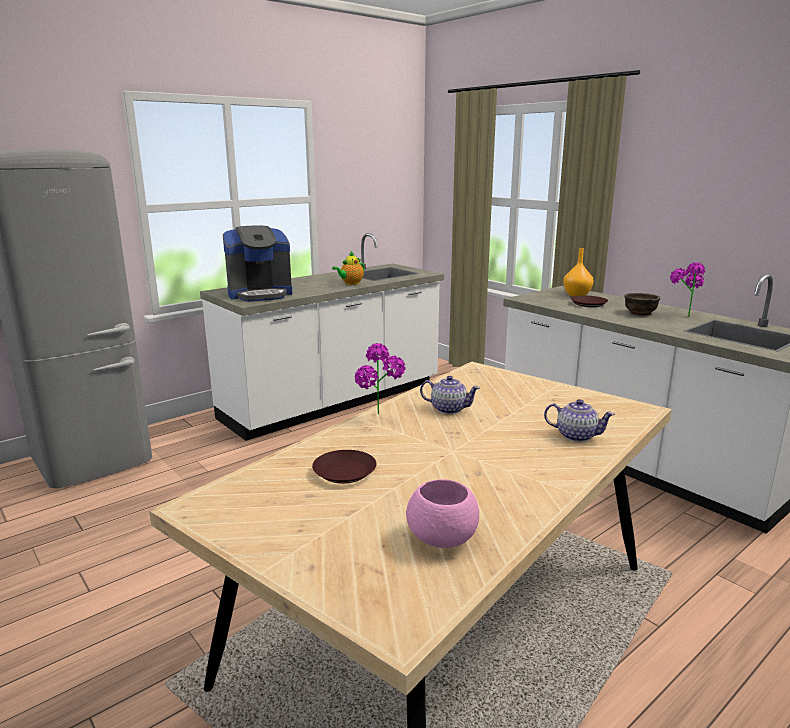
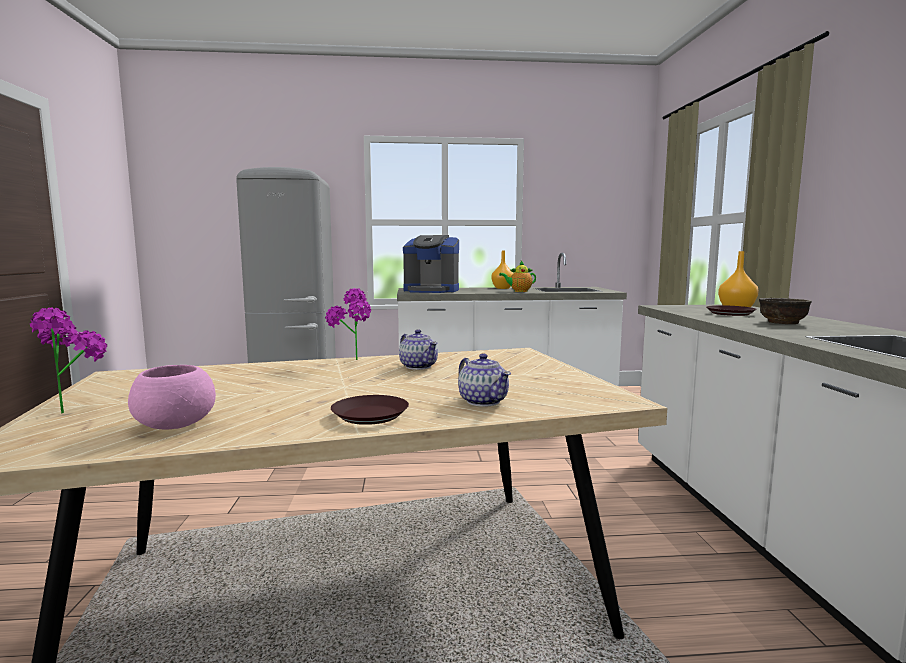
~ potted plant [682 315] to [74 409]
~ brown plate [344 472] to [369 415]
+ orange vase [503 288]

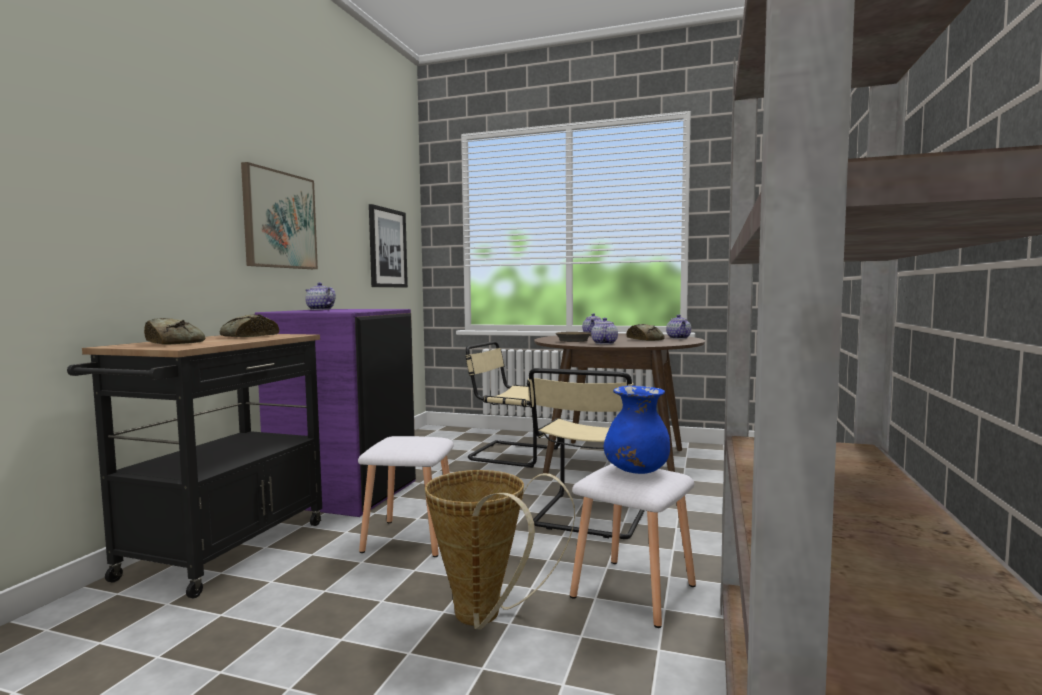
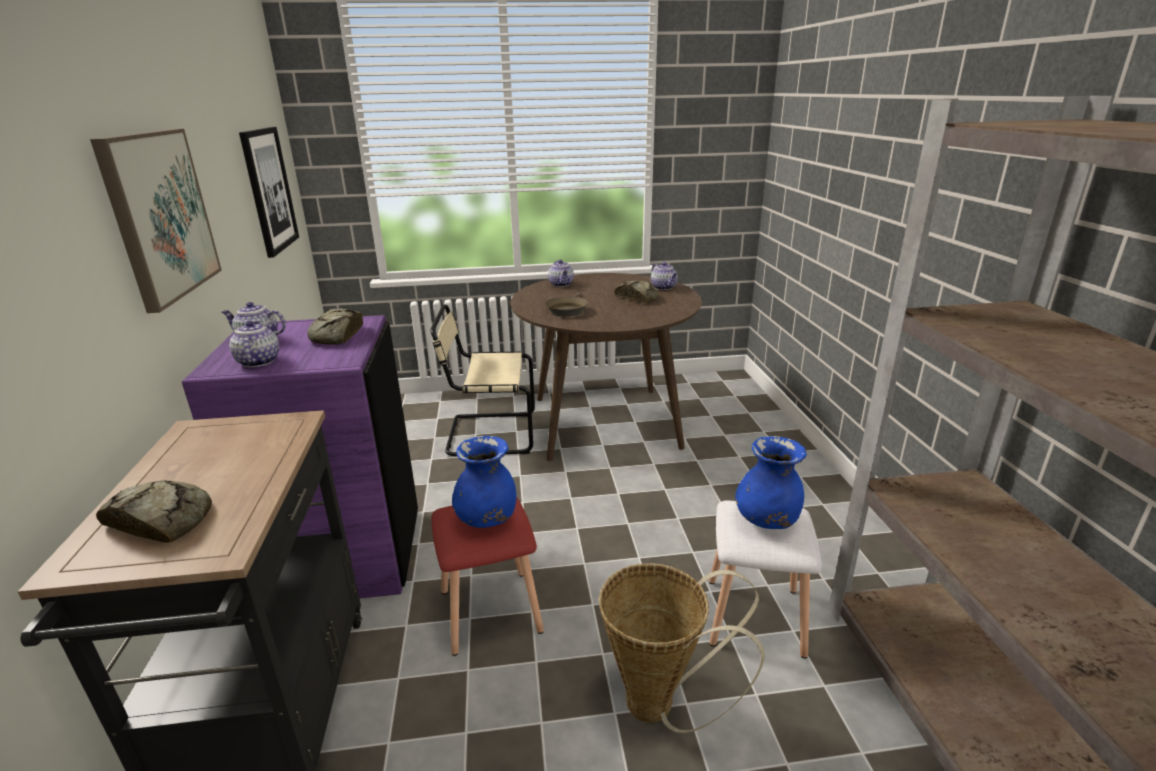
~ bread [247 336] to [337 336]
~ teapot [604 343] to [258 361]
- beige chair [590 517]
~ white stool [411 538] to red stool [492 612]
+ blue vase [487 519]

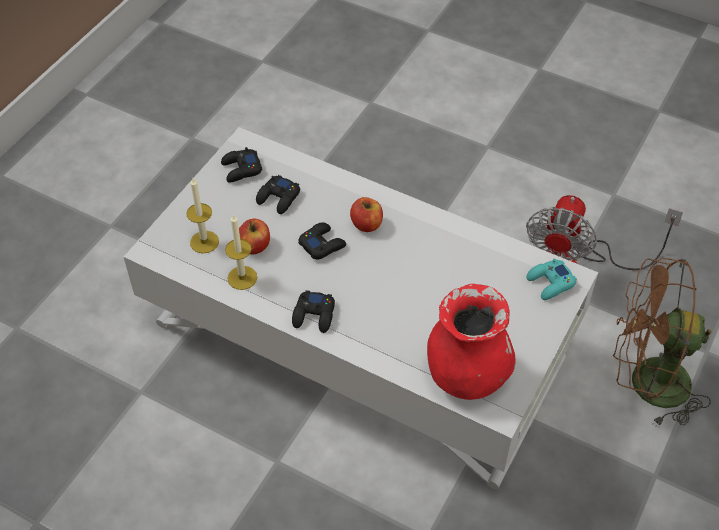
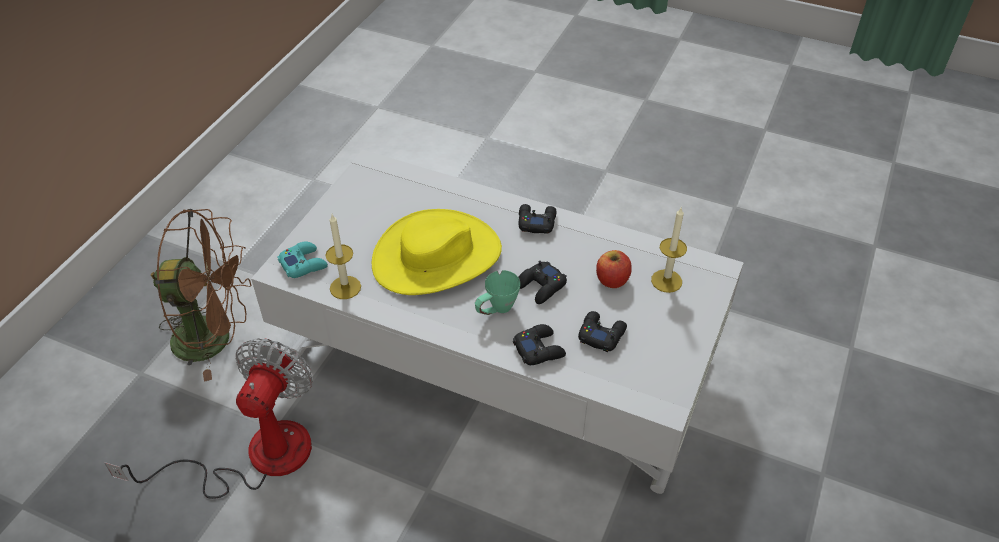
~ black game controller [241 169] to [539 349]
~ apple [366 224] to green mug [496 311]
~ candle [242 278] to [345 287]
- red vase [466 374]
+ yellow hat [437 257]

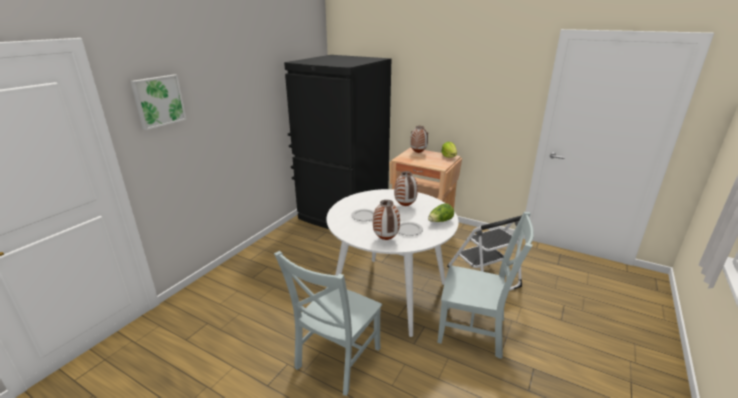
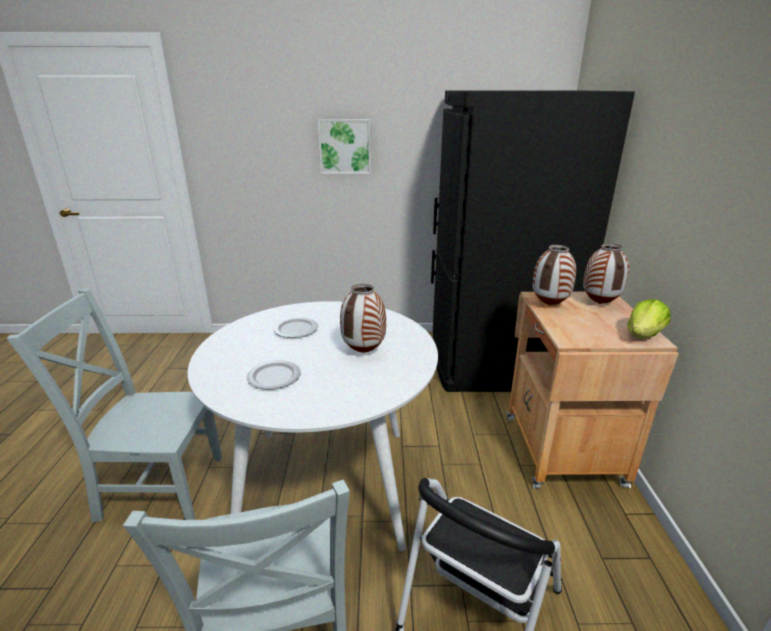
~ picture [158 101] to [345 146]
~ vase [385 239] to [549 305]
- lettuce [440 221]

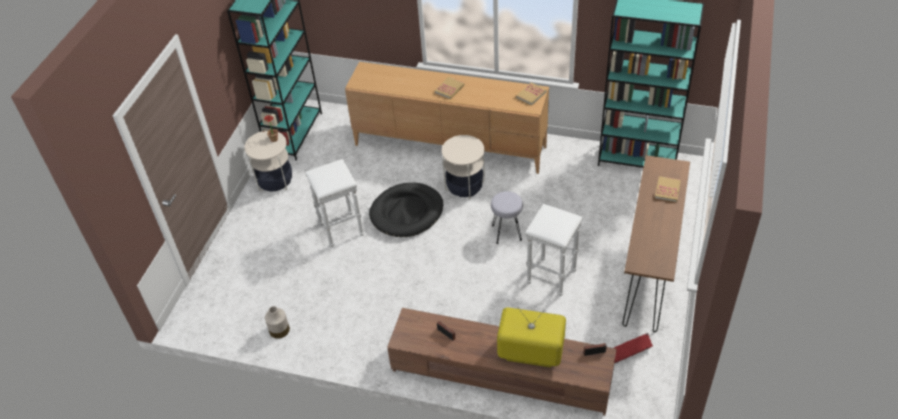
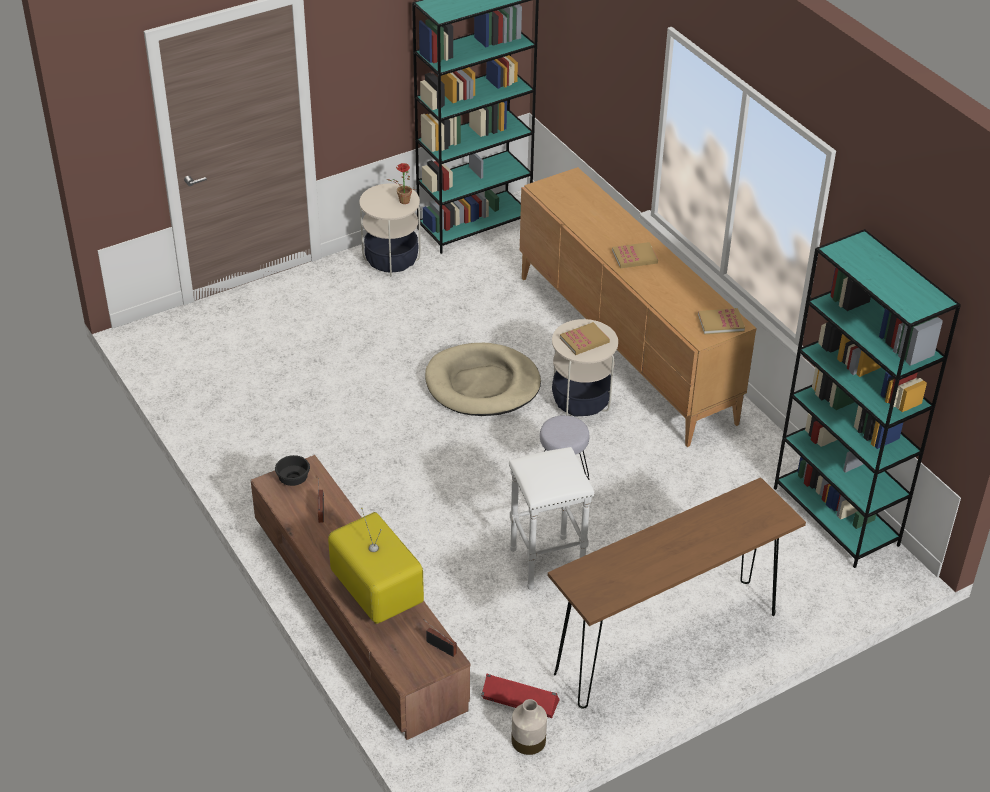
- white stool [340 229]
~ book [667 190] to [584 340]
~ black dog bed [407 212] to beige dog bed [482 384]
~ beige vase [279 330] to [528 740]
+ black bowl [293 478]

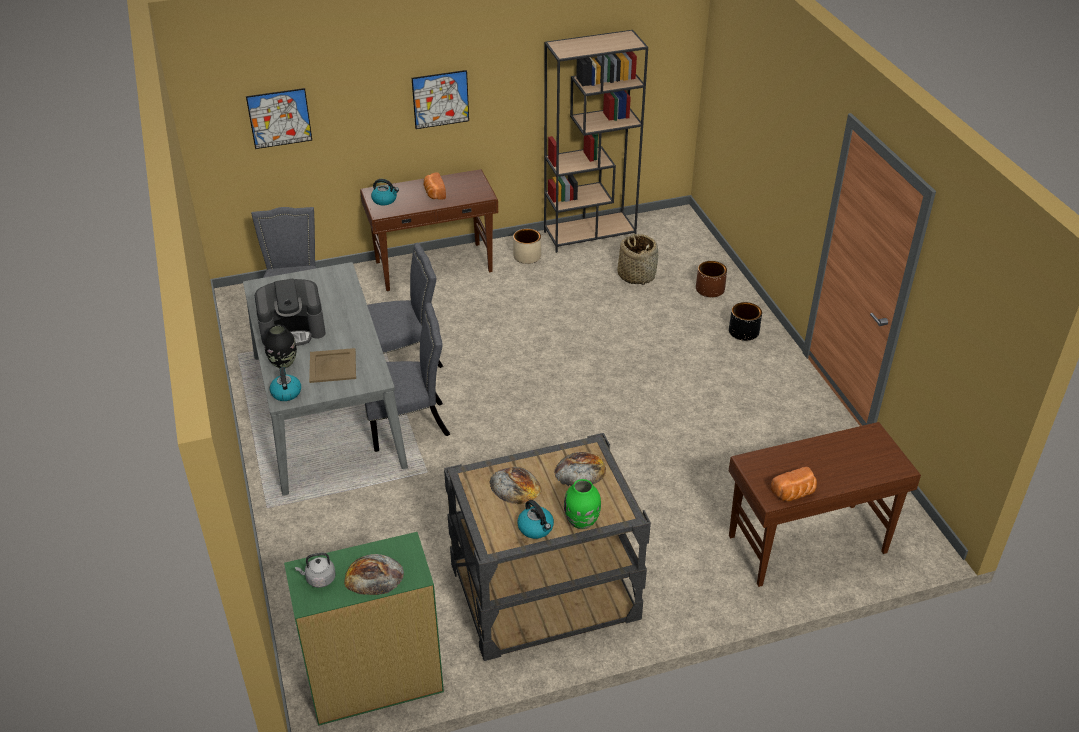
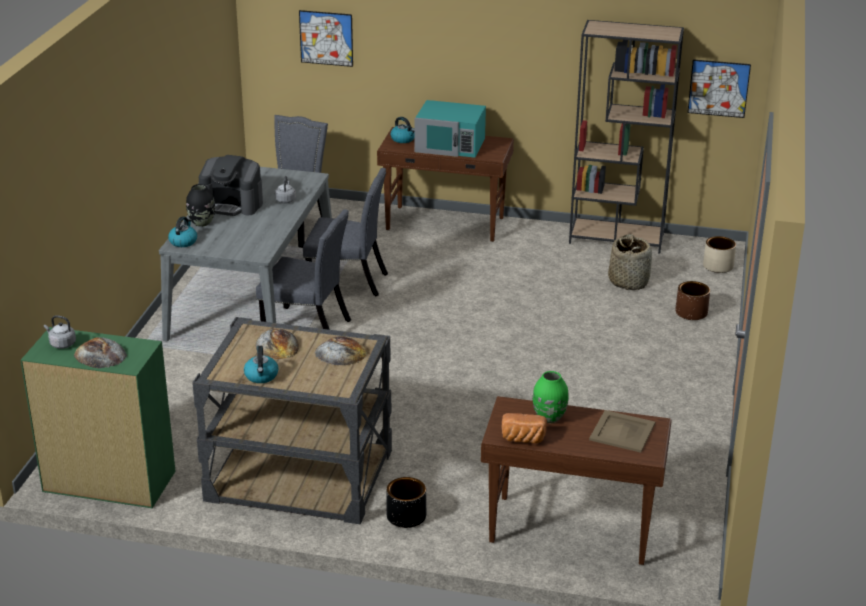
~ picture [440 99] to [718 88]
~ bread [434 193] to turquoise microwave [450 145]
~ beige planter [527 256] to [717 266]
~ black planter [743 332] to [406 516]
~ beige tray [332 366] to [621 432]
~ green vase [582 522] to [549 417]
+ grey kettle [285 200]

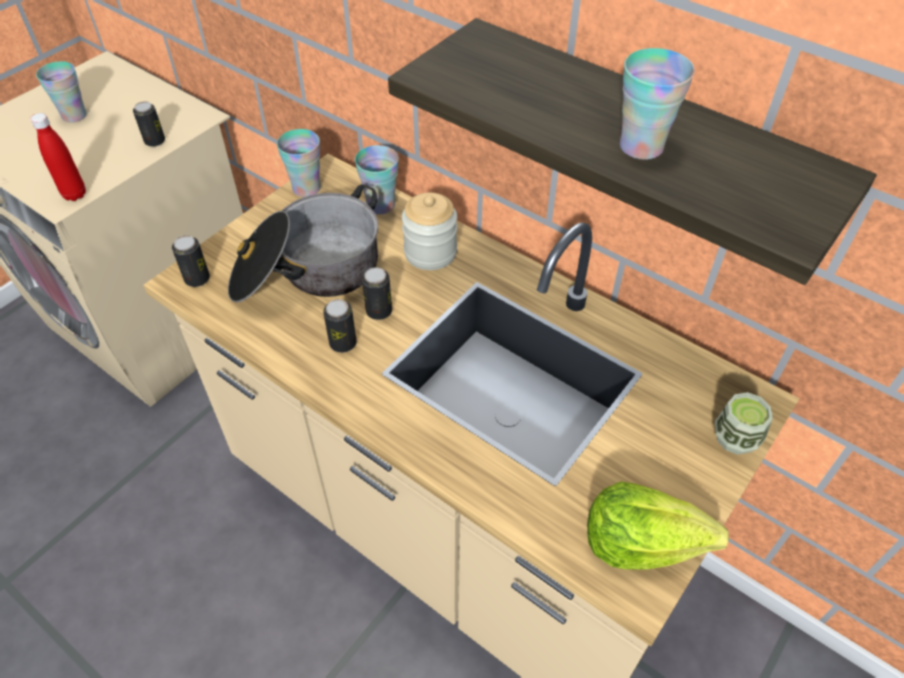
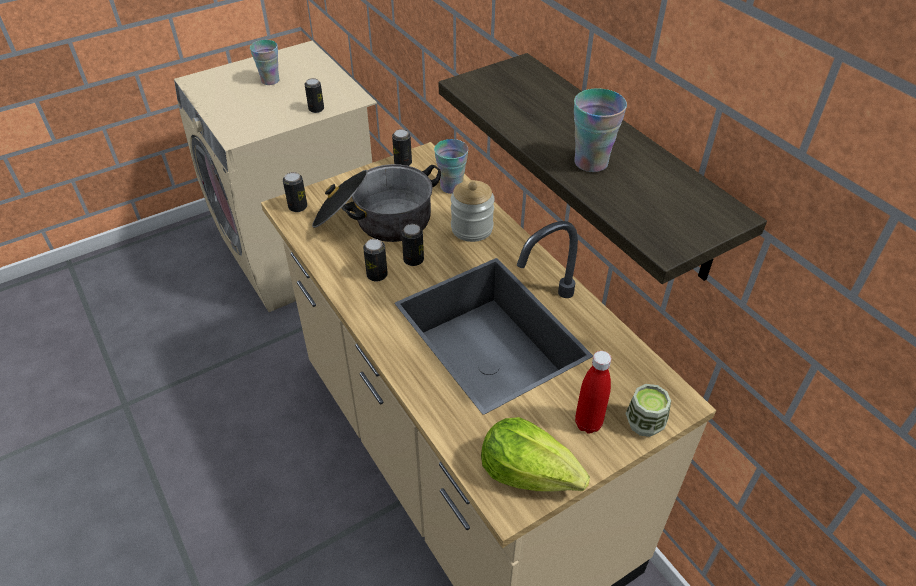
~ red bottle [74 194] to [588 423]
~ cup [306 188] to can [403 163]

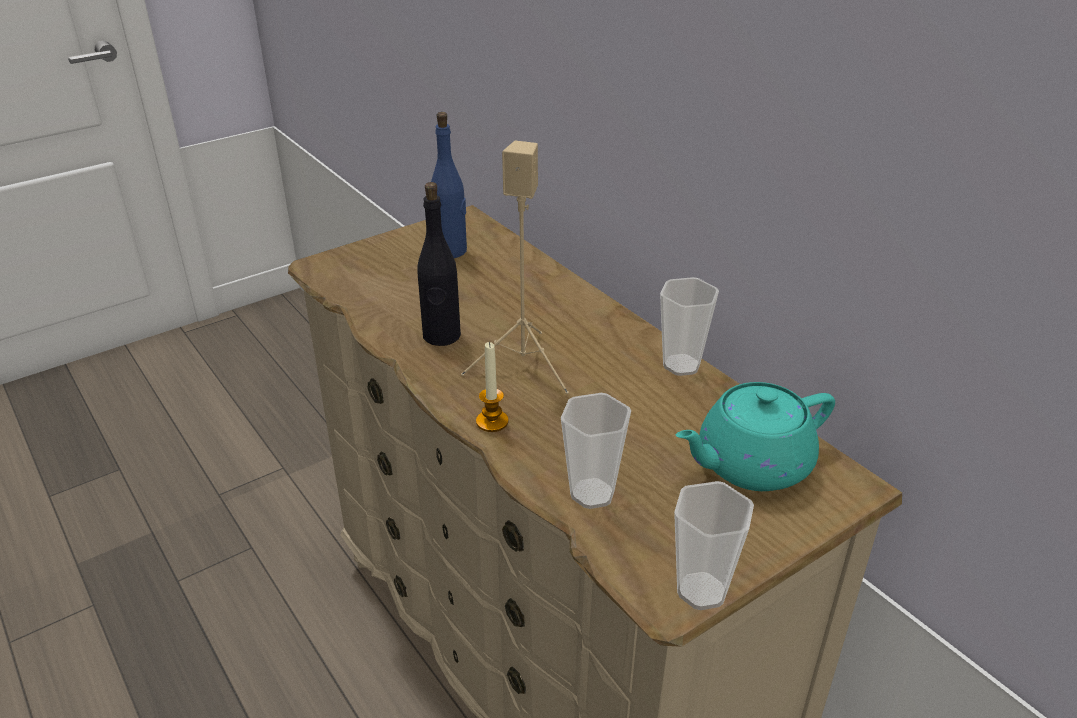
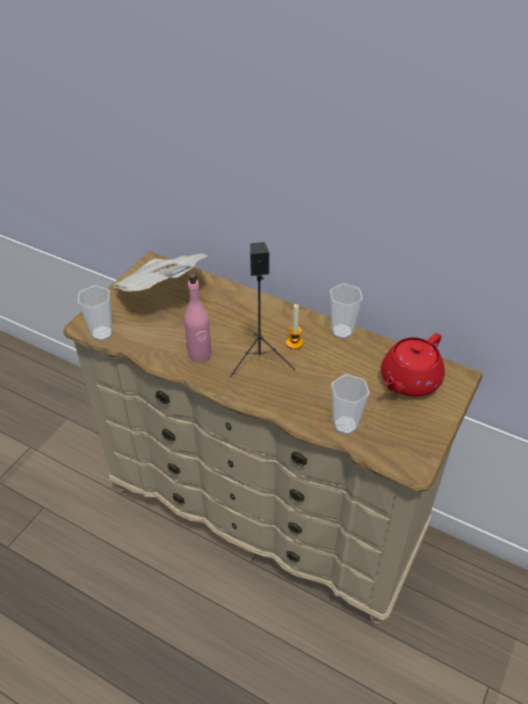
~ blue bottle [451 251] to newspaper [162 291]
~ beige speaker [524 366] to black speaker [260 359]
~ black bottle [441 336] to pink bottle [200 354]
~ candle [492 422] to [294 343]
~ turquoise teapot [750 465] to red teapot [409 381]
~ cup [701 591] to [102 333]

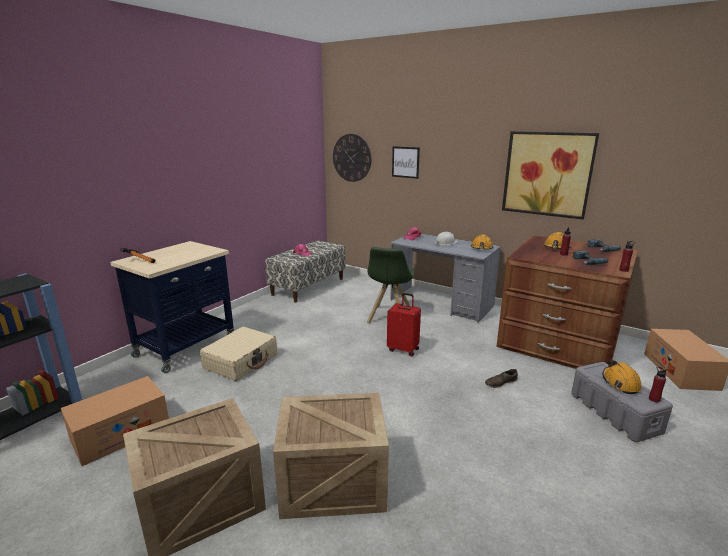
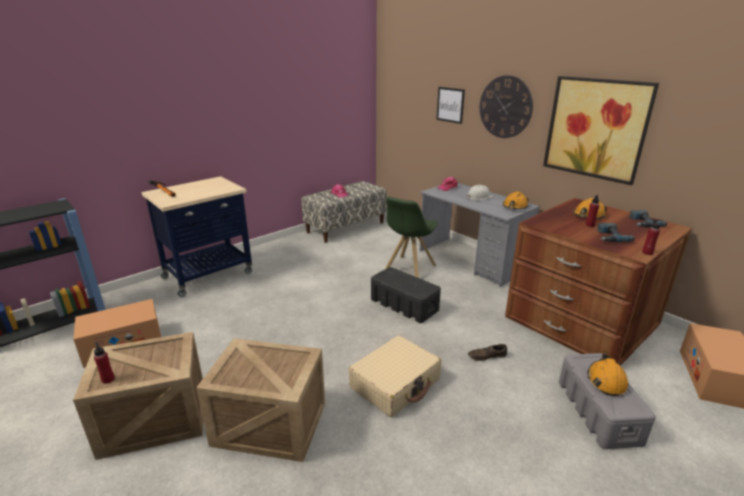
~ wall clock [352 158] to [505 107]
~ red suitcase [403 349] to black storage box [404 305]
~ beige suitcase [241 361] to [395 384]
~ red bottle [654 399] to [108 379]

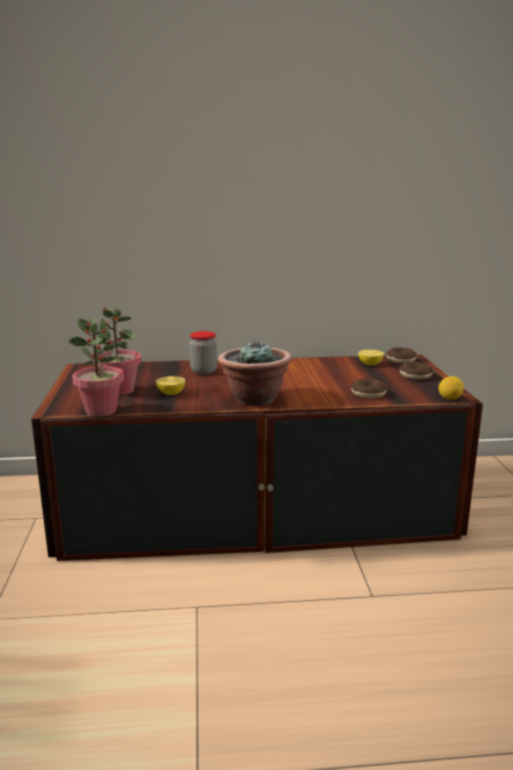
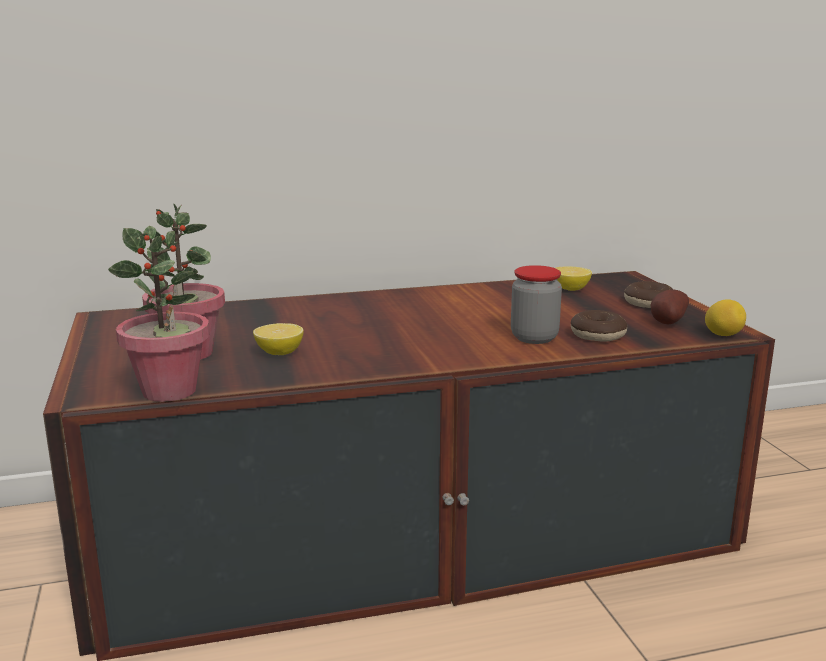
~ jar [203 371] to [534 338]
- potted plant [254 399]
- donut [401 360]
+ potato [666 323]

